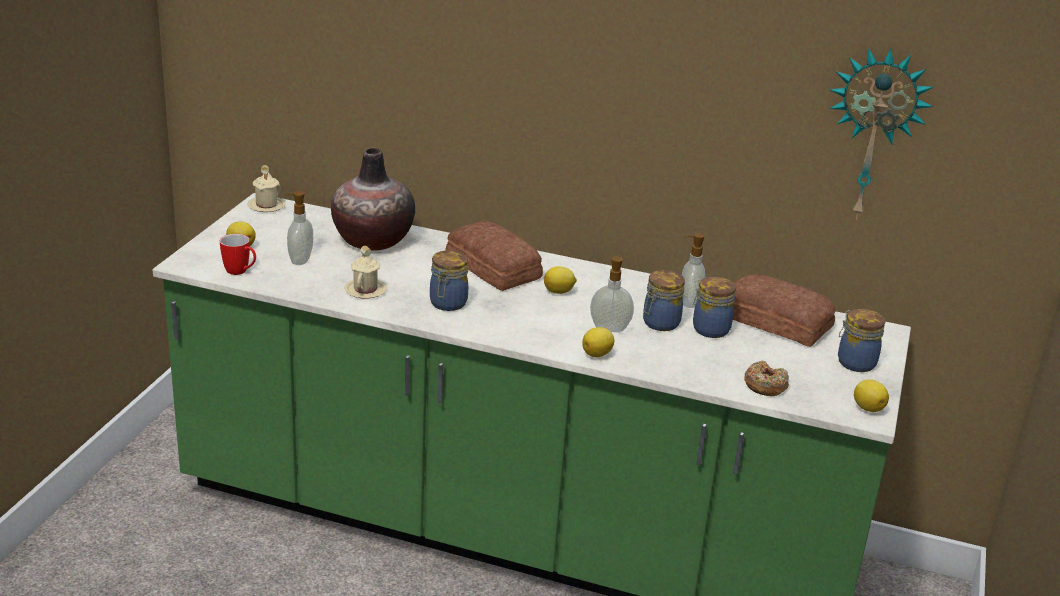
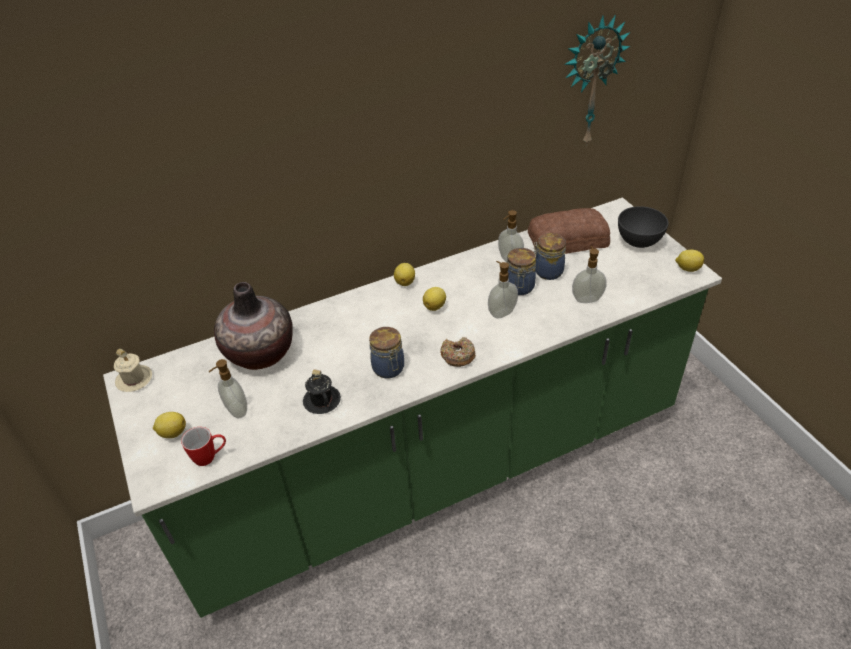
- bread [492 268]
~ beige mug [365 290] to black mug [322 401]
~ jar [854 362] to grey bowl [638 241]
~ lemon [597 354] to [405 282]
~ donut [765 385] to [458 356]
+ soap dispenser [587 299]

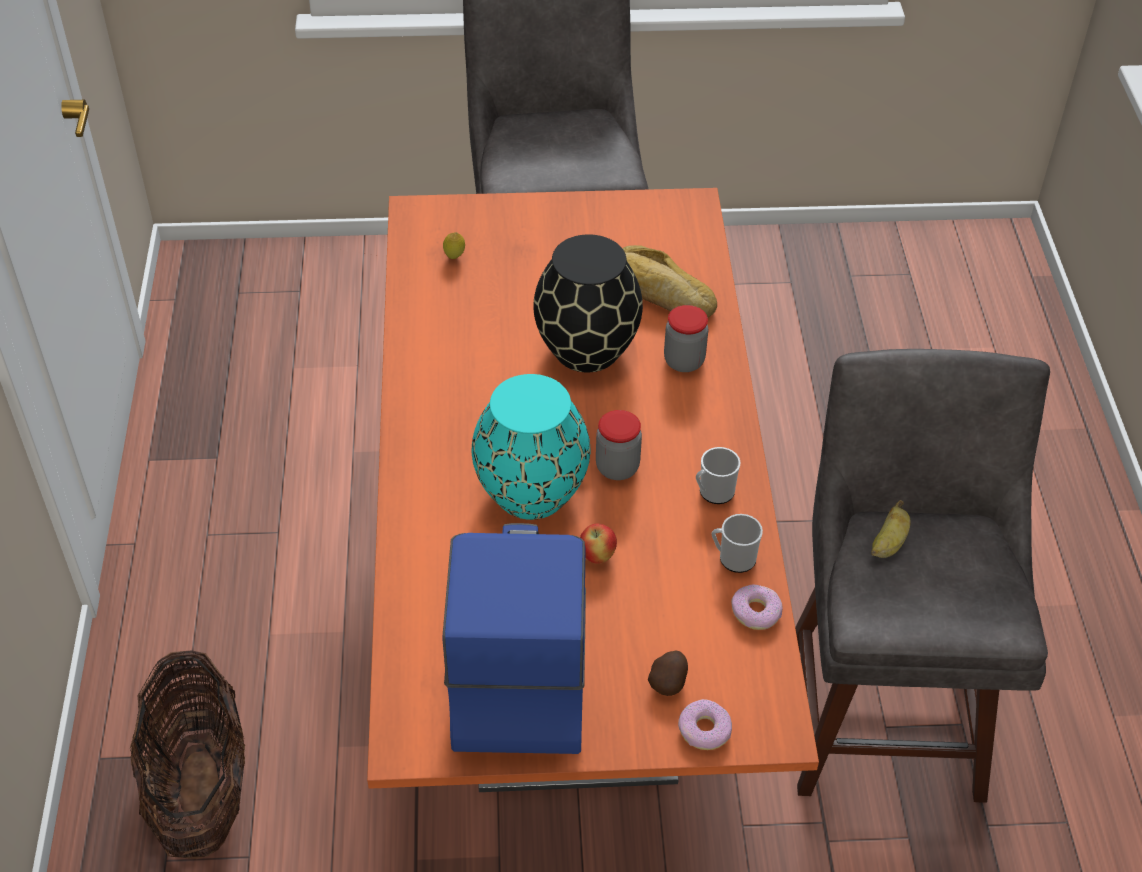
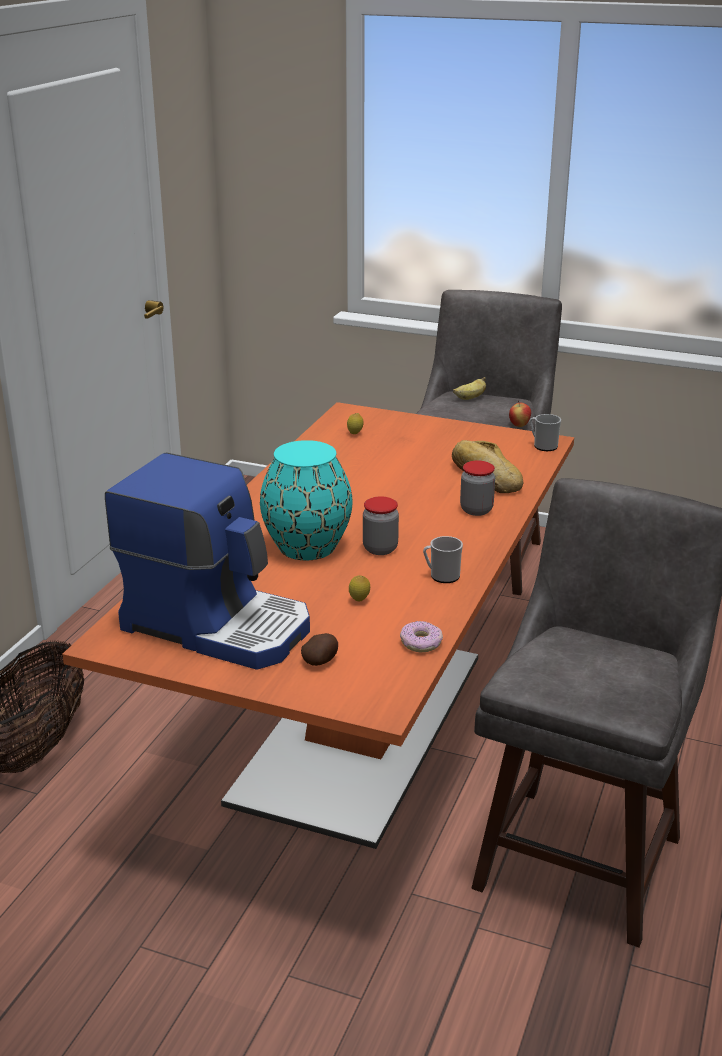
- black vase [585 348]
~ banana [888 544] to [470 398]
~ mug [733 558] to [543 446]
~ coffee machine [517 664] = [218 624] 90 degrees clockwise
~ apple [597 556] to [519 425]
- donut [704 730]
+ lemon [359 601]

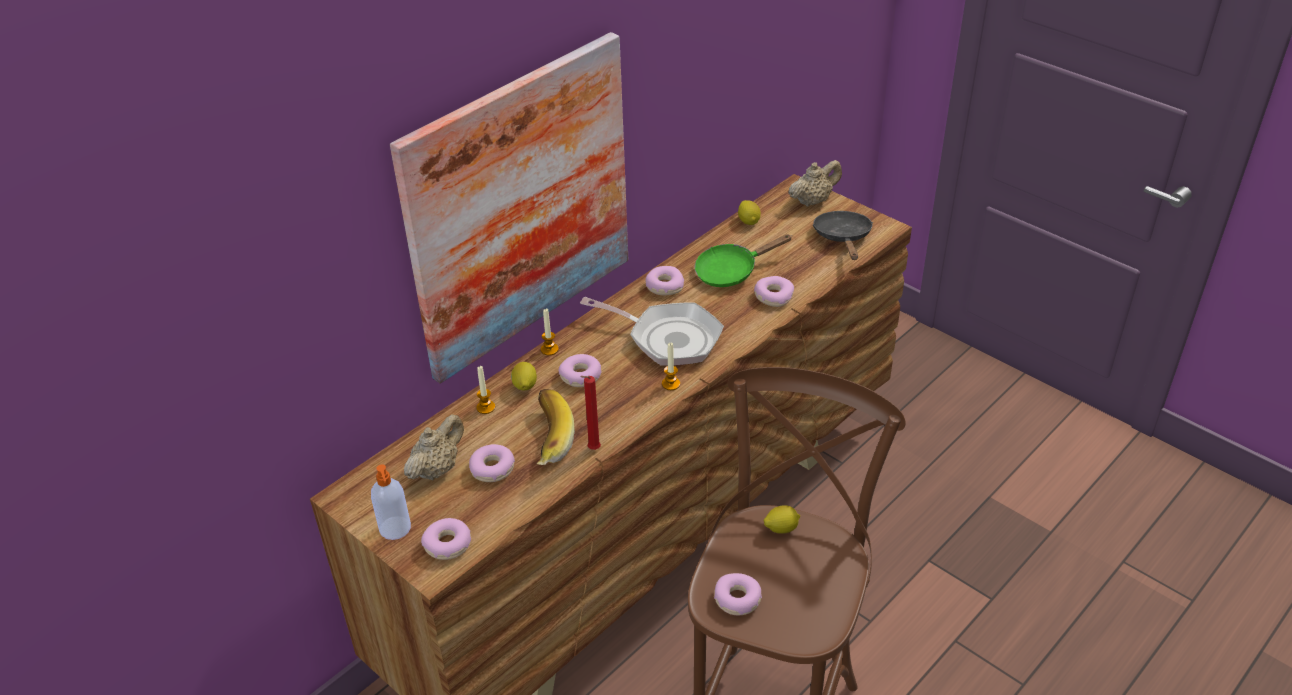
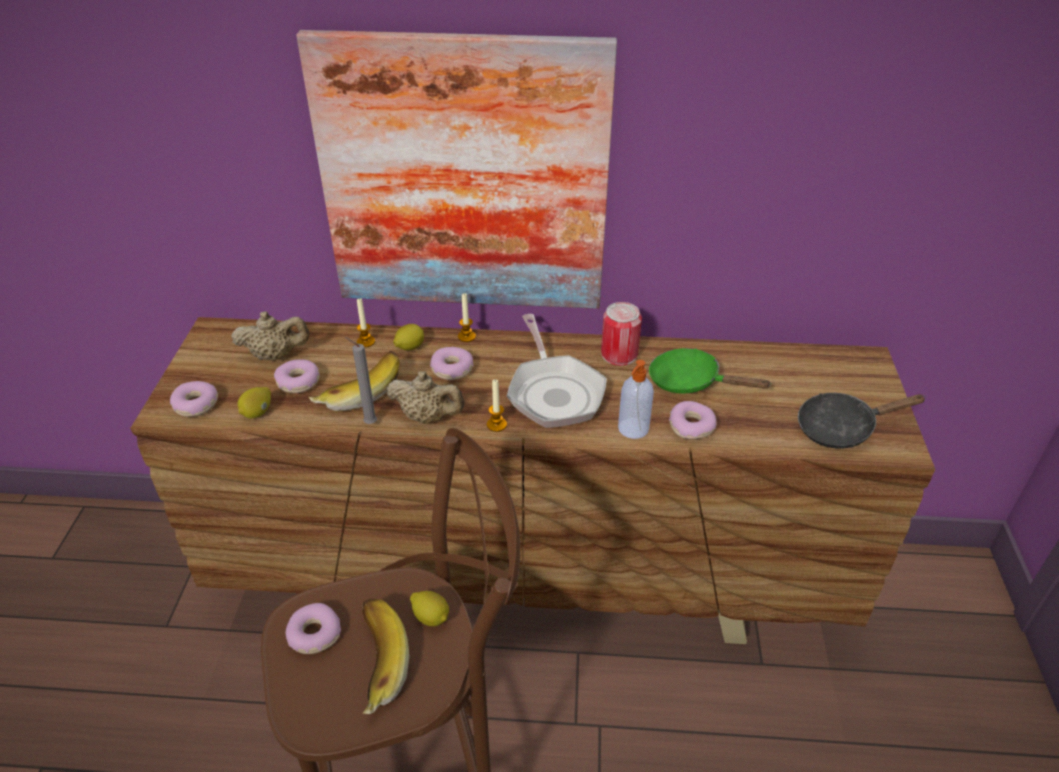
~ beige teapot [813 201] to [427 417]
~ lemon [748 221] to [257 412]
~ black frying pan [843 238] = [841 428] 150 degrees counterclockwise
~ donut [664 286] to can [619 354]
~ red candle [592 450] to grey candle [368 423]
~ soap dispenser [395 529] to [632 429]
+ banana [374 664]

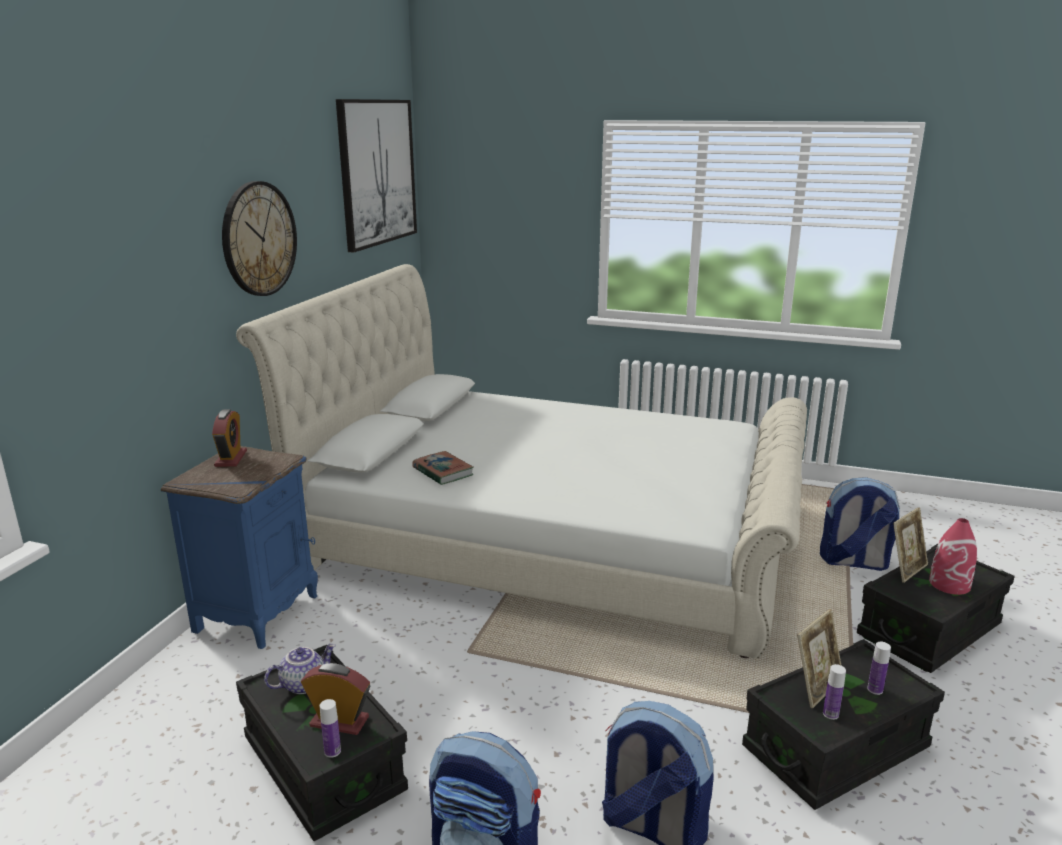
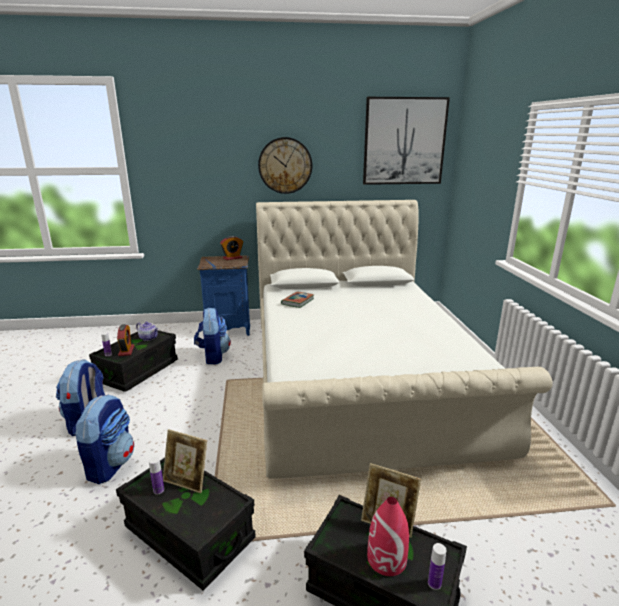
~ backpack [853 562] to [213 356]
~ bottle [875 689] to [434 583]

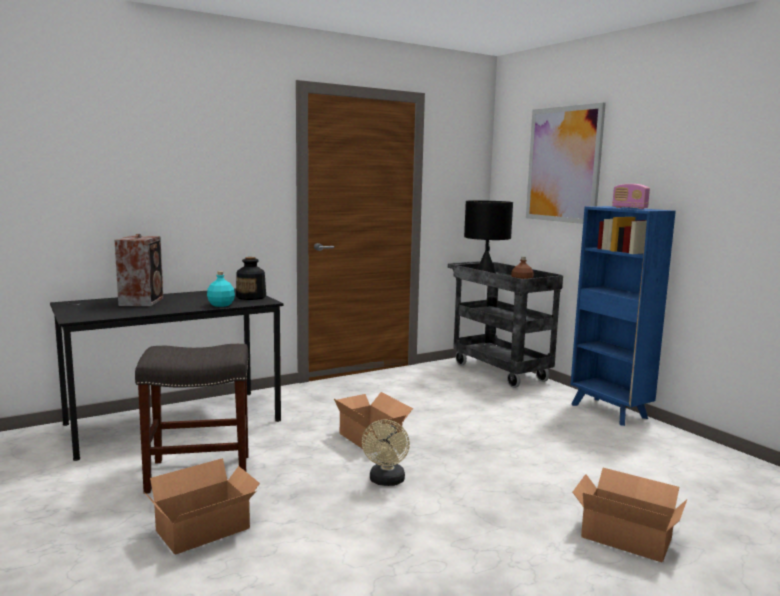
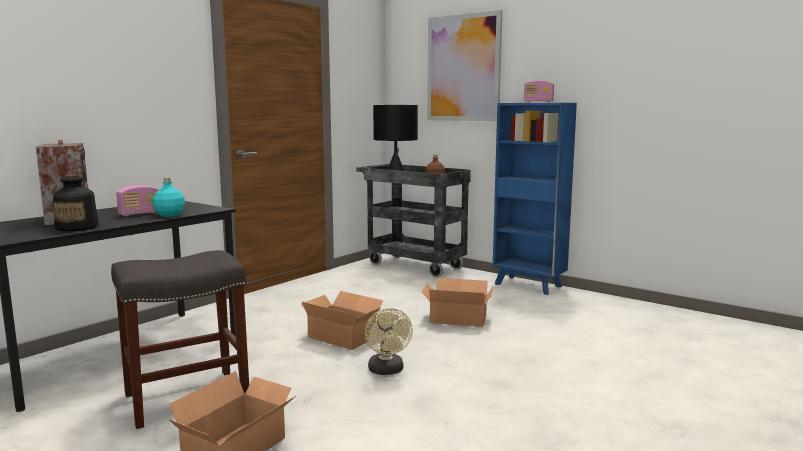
~ bottle [251 297] to [77 227]
~ cardboard box [625 535] to [457 318]
+ radio [139 214]

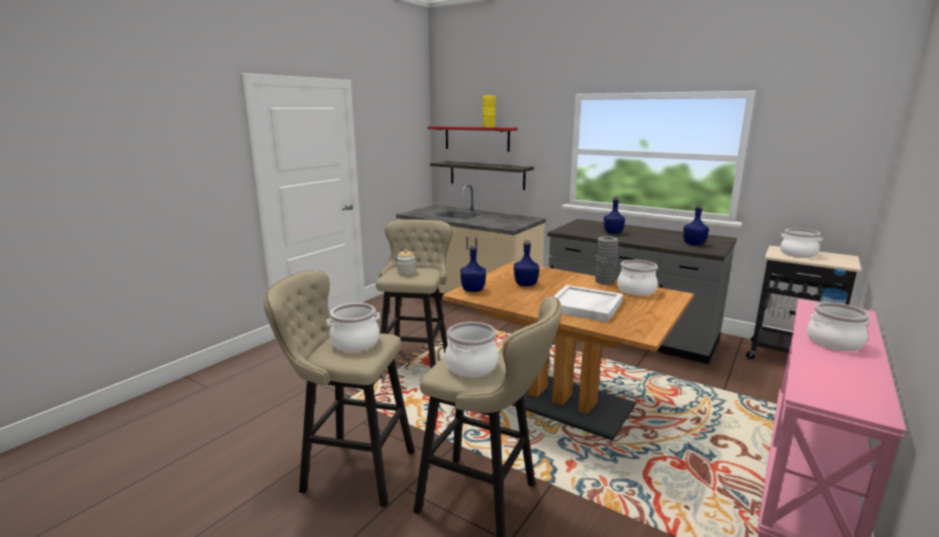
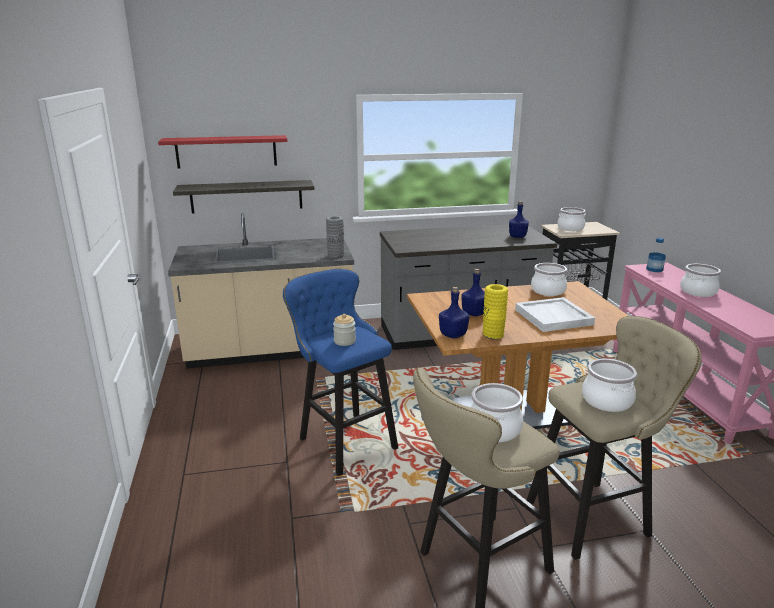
~ yellow vase [488 127] to [493 334]
- blue bottle [613 233]
~ beige stool [417 360] to blue stool [342 438]
~ grey vase [604 281] to [335 255]

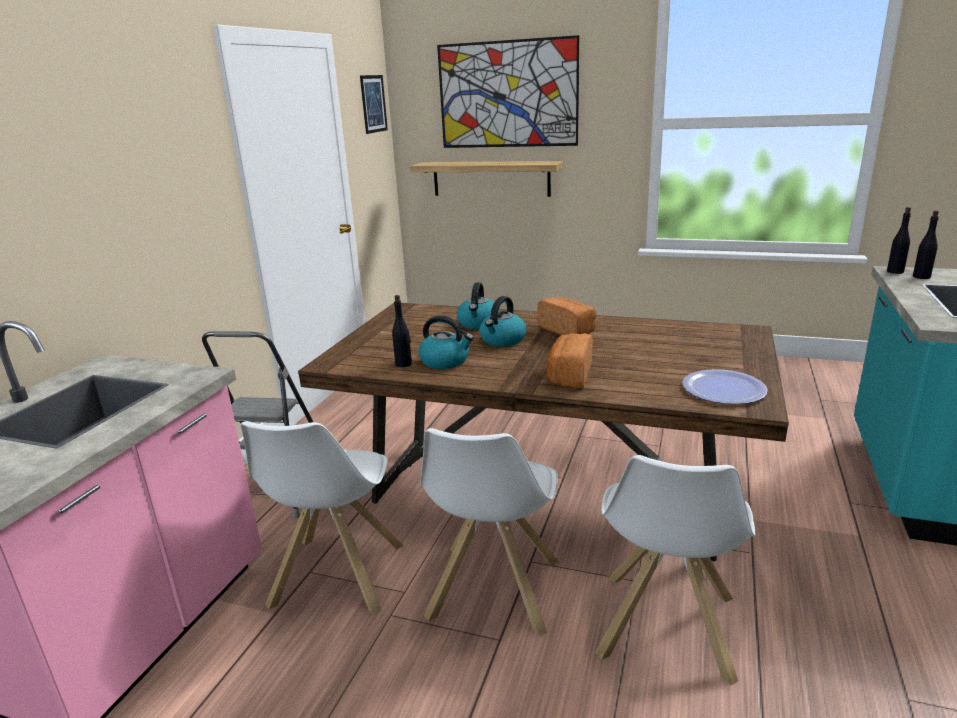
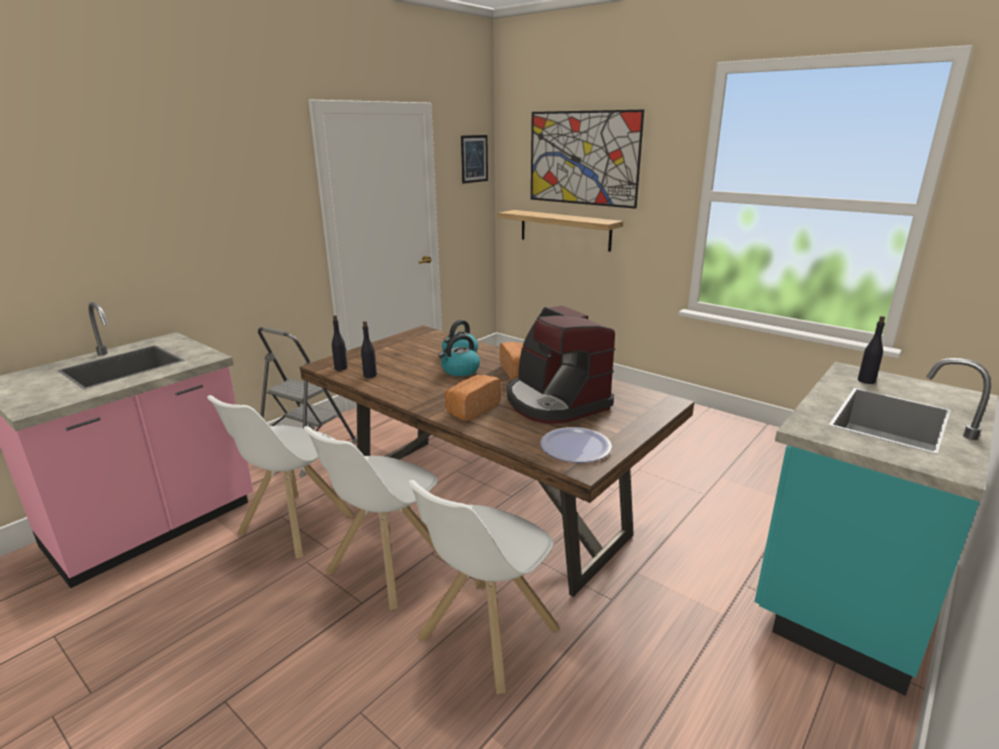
~ black bottle [895 271] to [341 368]
- kettle [445 361]
+ coffee machine [555 401]

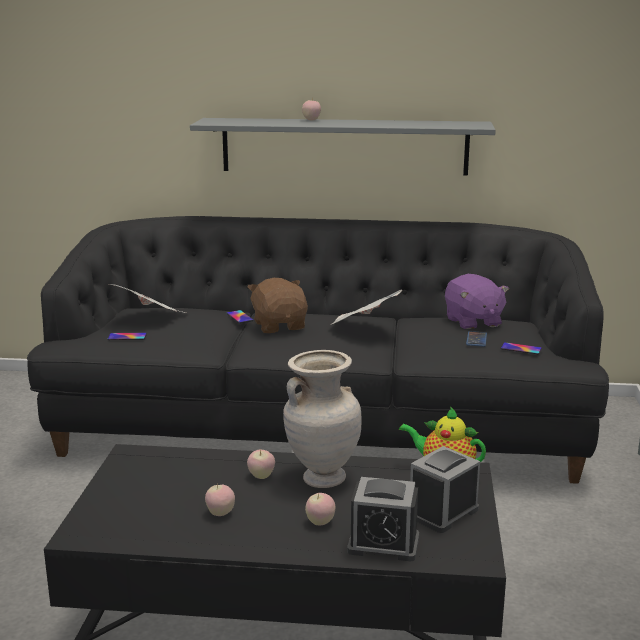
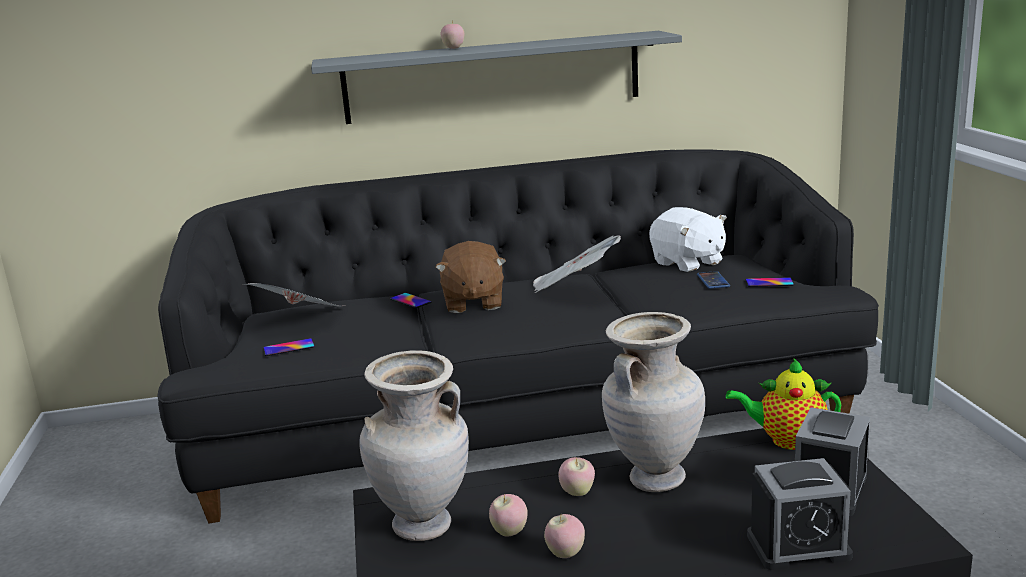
~ purple plush toy [473 322] to white plush toy [687 263]
~ brown plush toy [280 326] = [473 303] 150 degrees counterclockwise
~ apple [320 522] to [509 532]
+ beige vase [423 528]

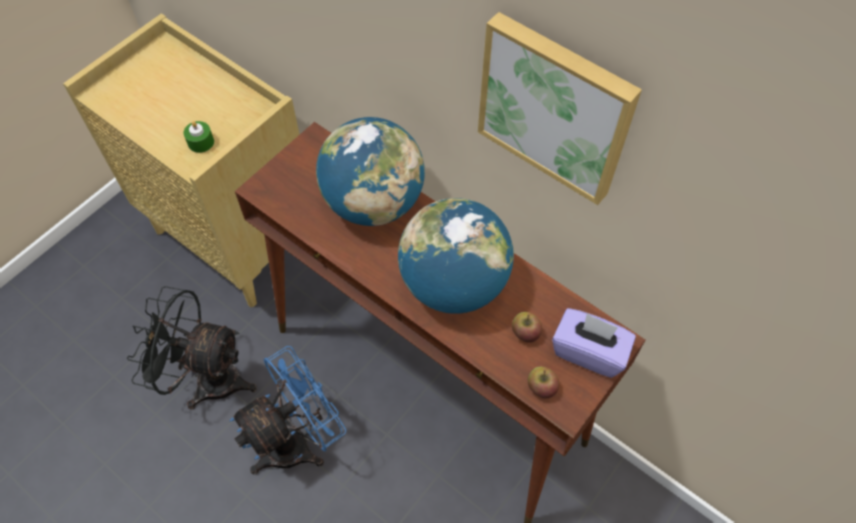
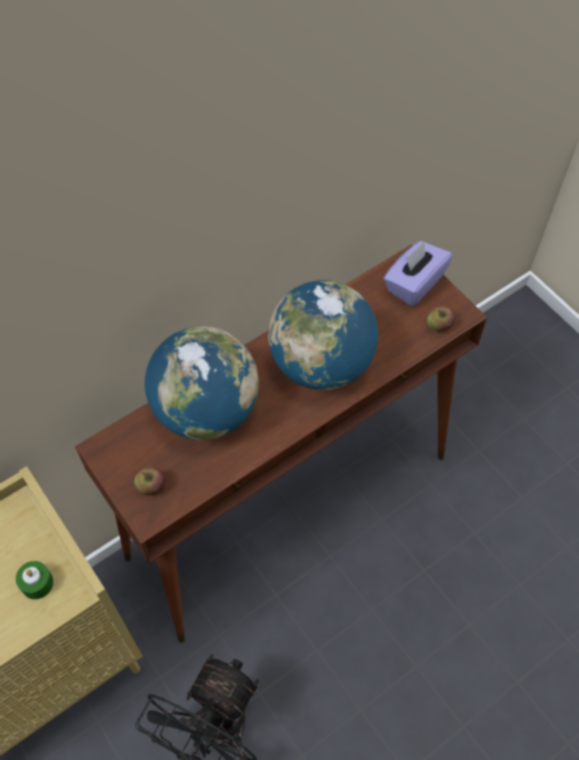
- picture [556 107]
~ apple [525 333] to [152 486]
- blue fan [298 440]

